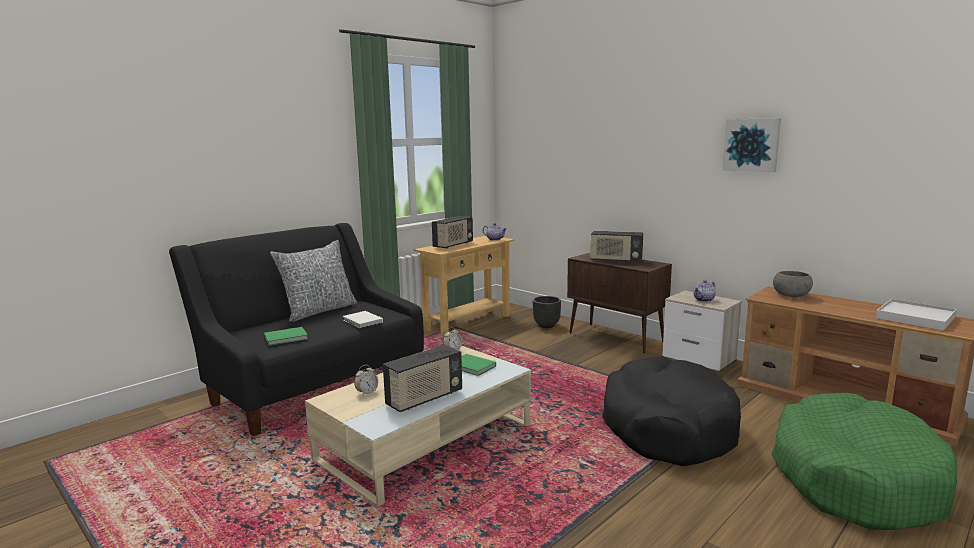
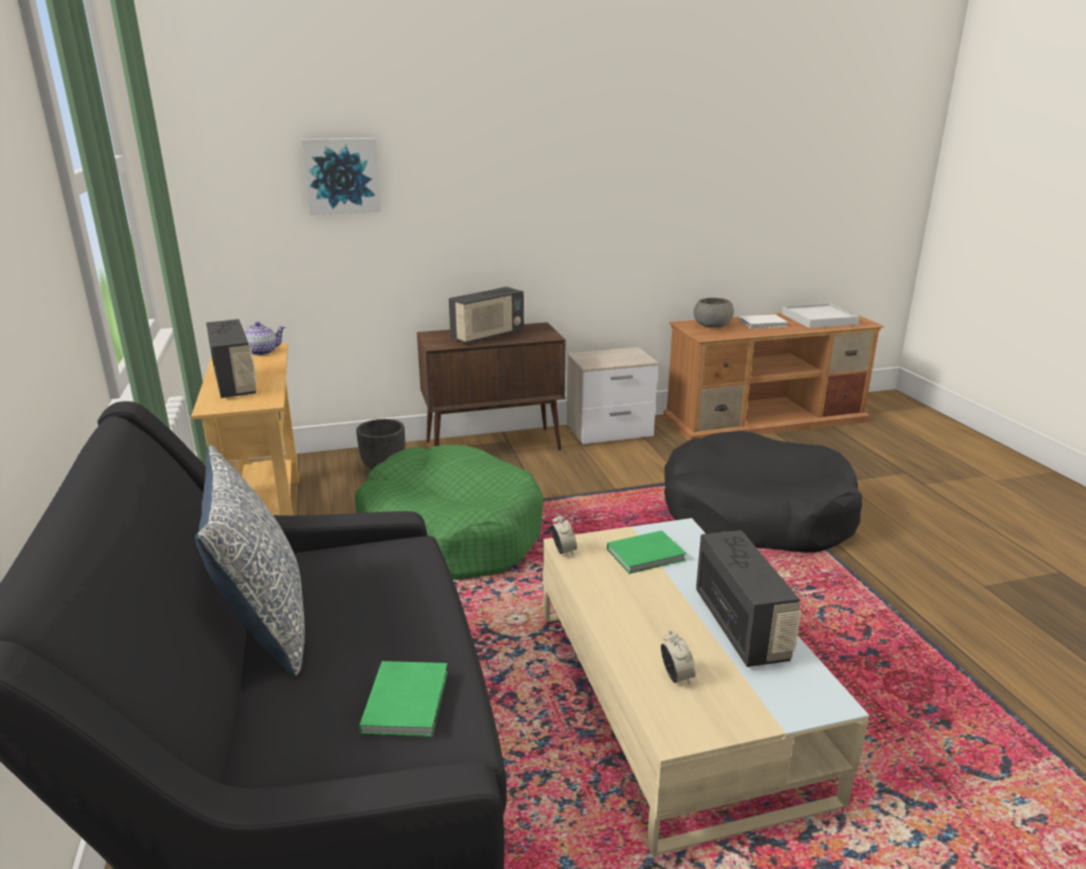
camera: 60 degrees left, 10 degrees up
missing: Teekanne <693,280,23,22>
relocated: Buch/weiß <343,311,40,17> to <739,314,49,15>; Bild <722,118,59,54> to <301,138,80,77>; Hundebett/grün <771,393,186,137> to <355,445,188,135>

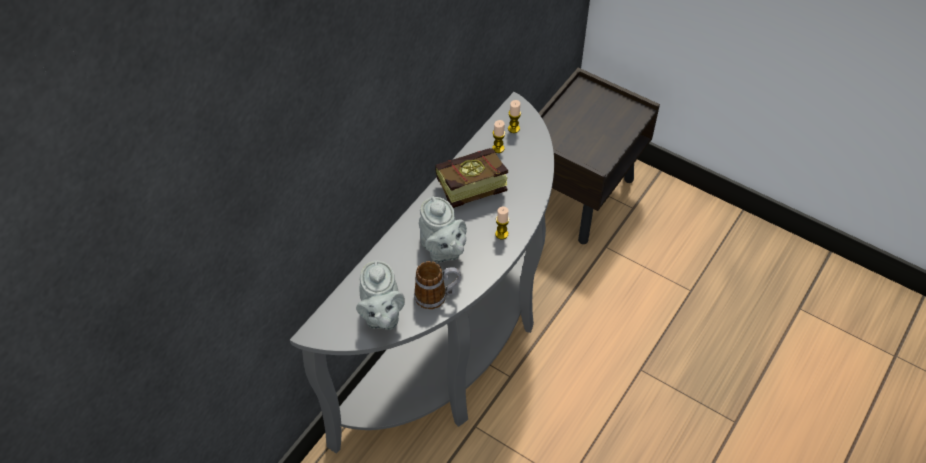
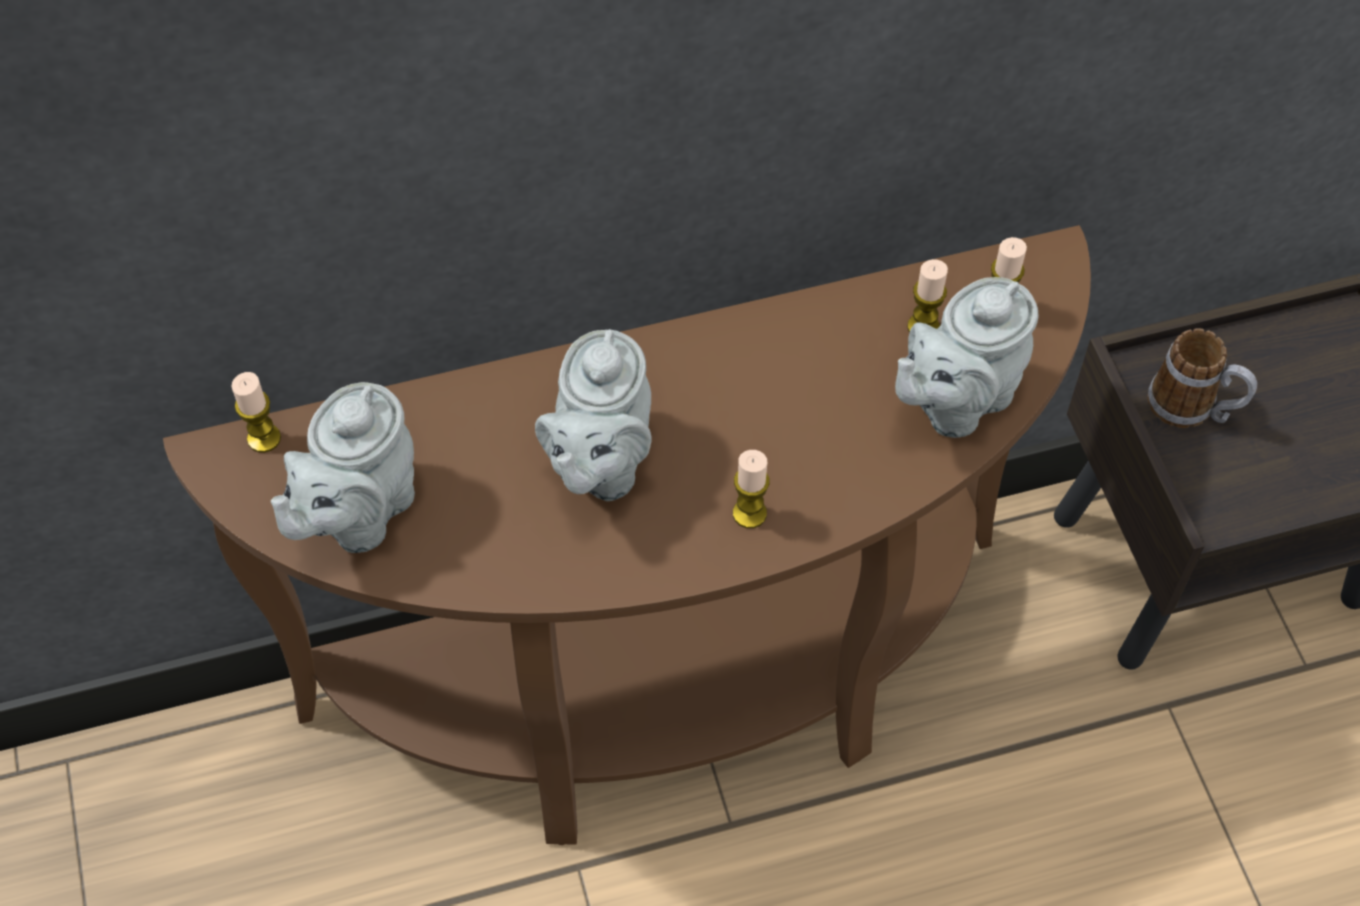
camera: 40 degrees right, 5 degrees up
missing: Buch <435,148,73,60>
appeared: Kerze <231,372,50,81>; Teekanne/grau <895,277,144,161>
relocated: Henkelbecher <414,261,47,48> to <1147,328,110,100>
colour: Konsolentisch/grau <290,92,264,362> to Konsolentisch/braun <163,225,928,620>

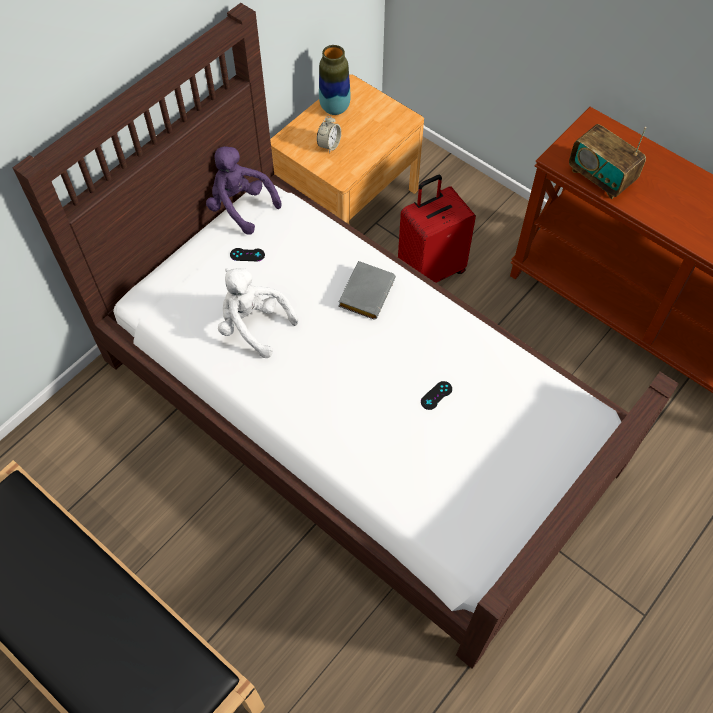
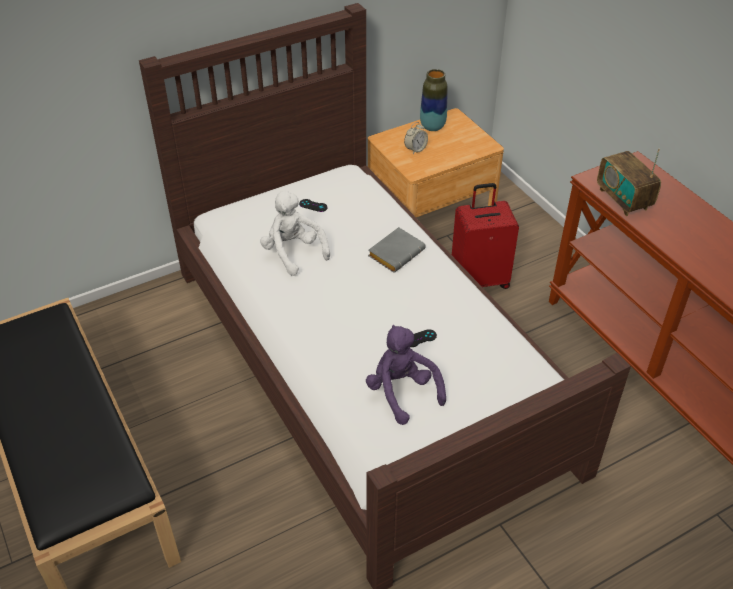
camera: 20 degrees right, 15 degrees down
relocated: Plüschtier/lila <206,146,76,89> to <366,325,80,100>

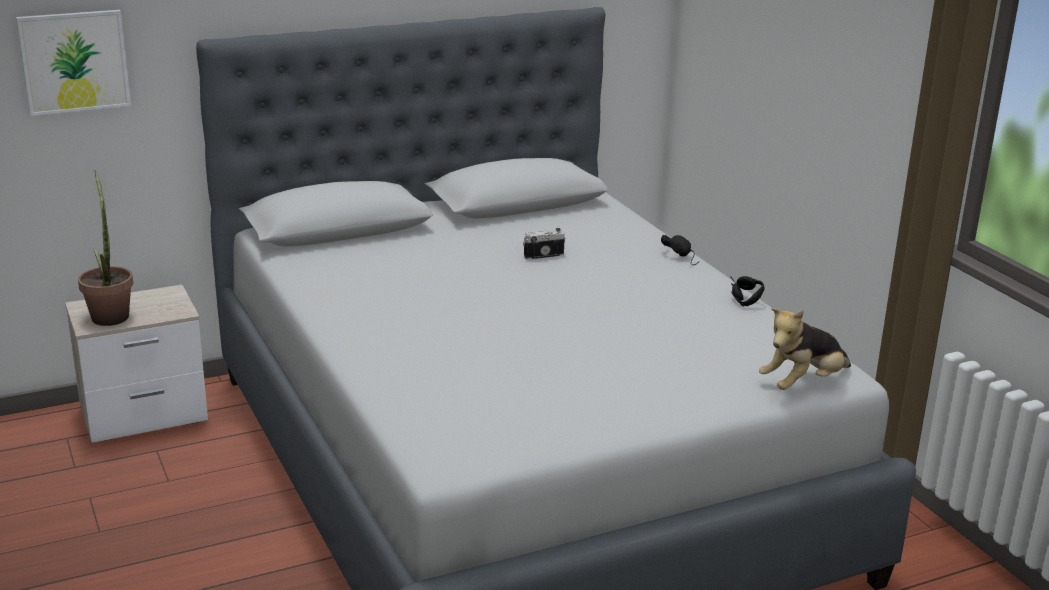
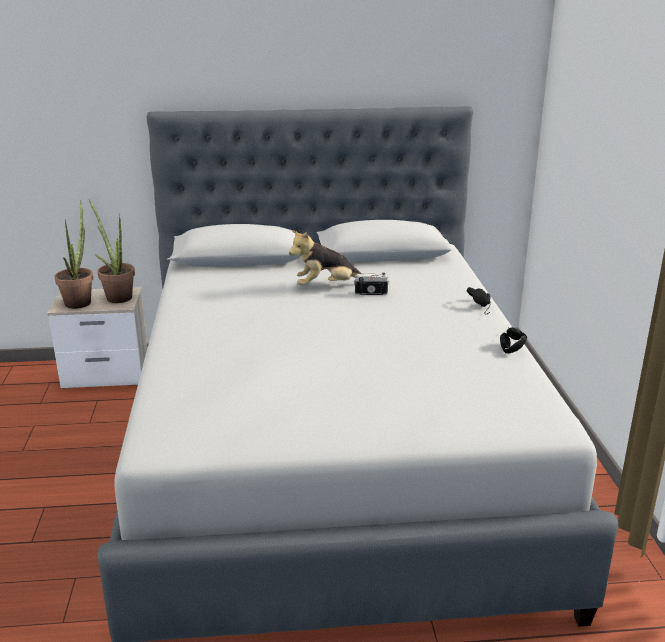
camera: 20 degrees right, 0 degrees up
missing: Bild <16,10,115,106>
appeared: Topfpflanze <89,199,46,104>
relocated: Plüschtier <759,308,92,82> to <289,230,72,55>

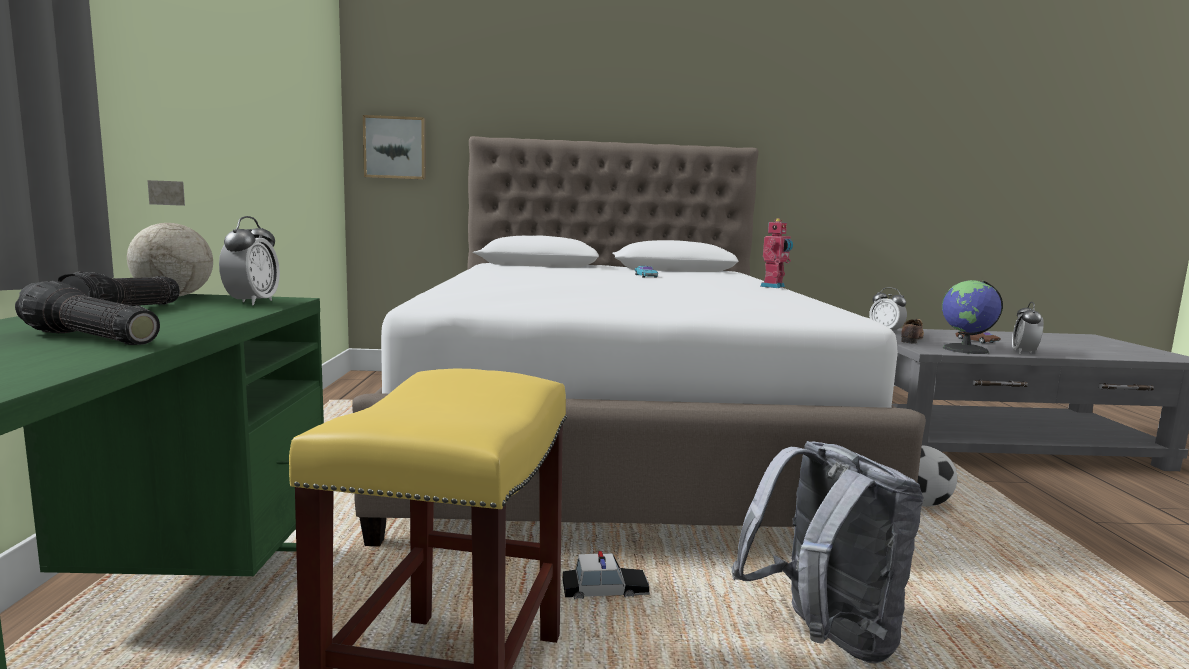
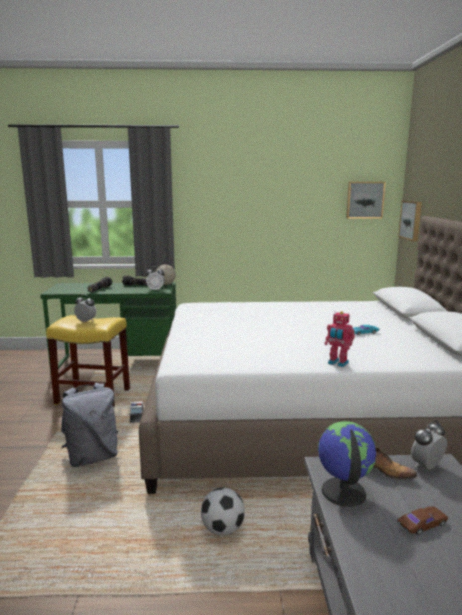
camera: 90 degrees right, 5 degrees up
appeared: Bild <346,182,40,37>
relocated: Wecker <1012,302,32,52> to <74,294,22,28>

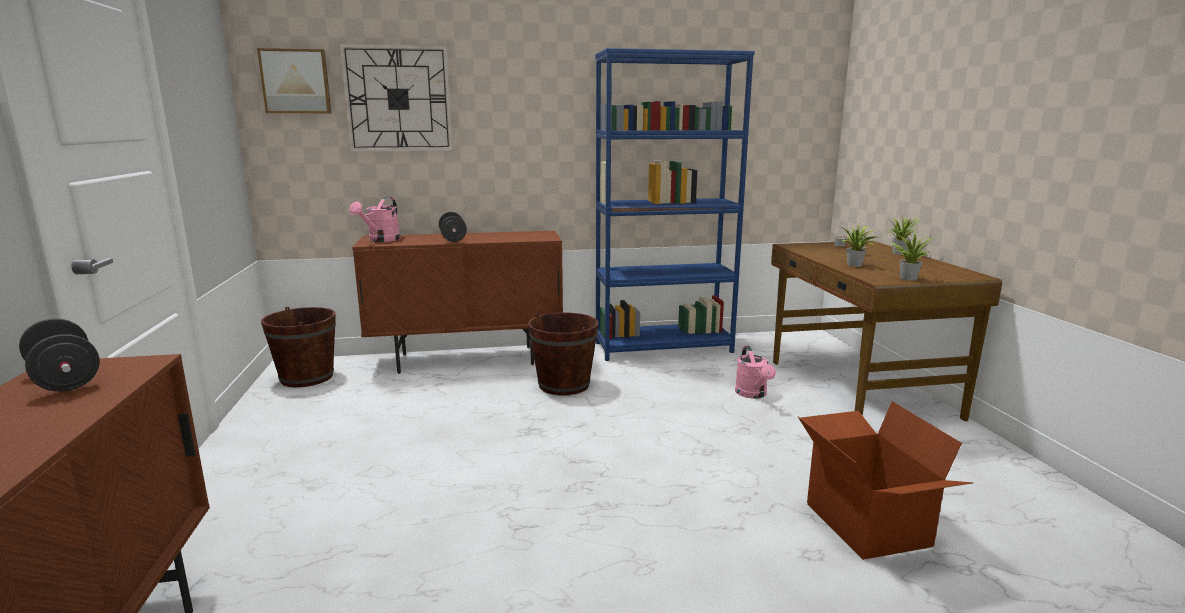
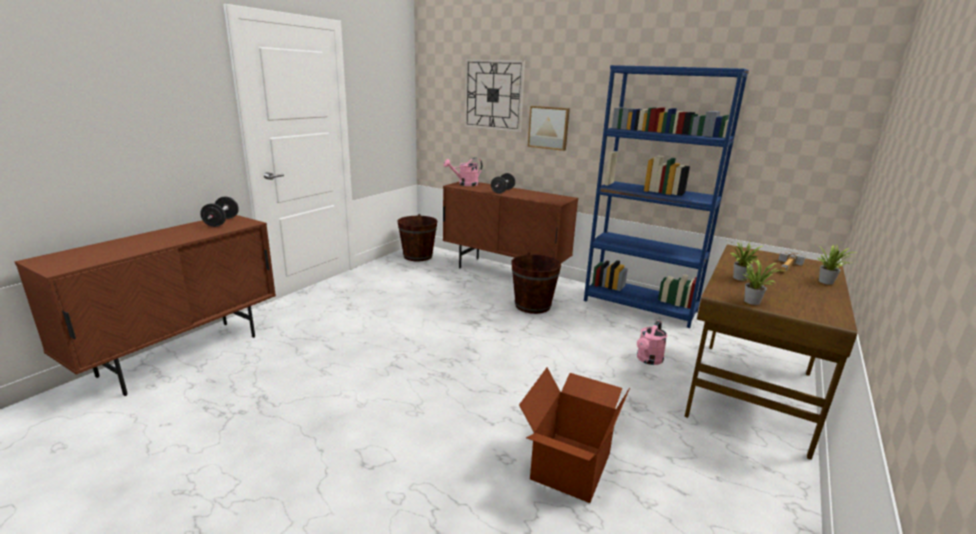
camera: 40 degrees right, 5 degrees up
relocated: Bild <257,48,74,65> to <528,106,42,45>

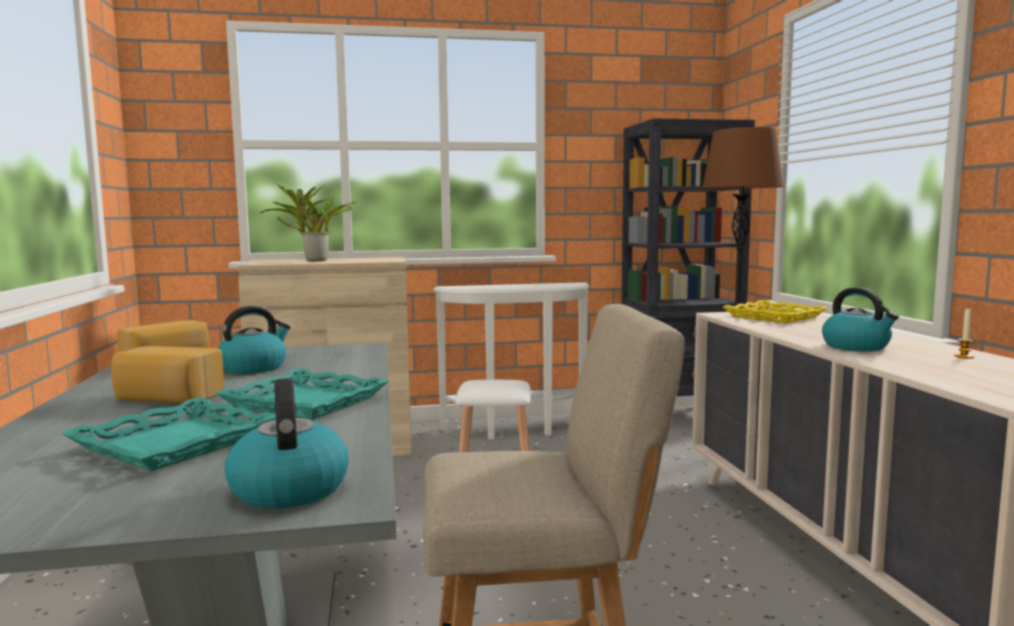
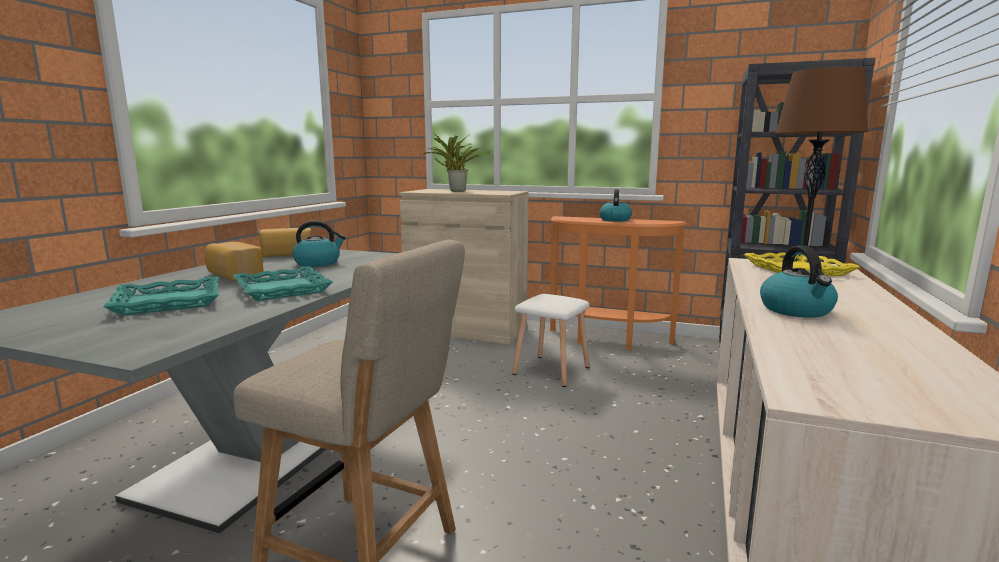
camera: 30 degrees right, 5 degrees up
missing: Kerze <954,309,20,50>
relocated: Wasserkessel <224,378,125,131> to <599,189,33,33>
colour: Konsolentisch/weiß <433,282,156,157> to Konsolentisch/orange <550,216,137,134>

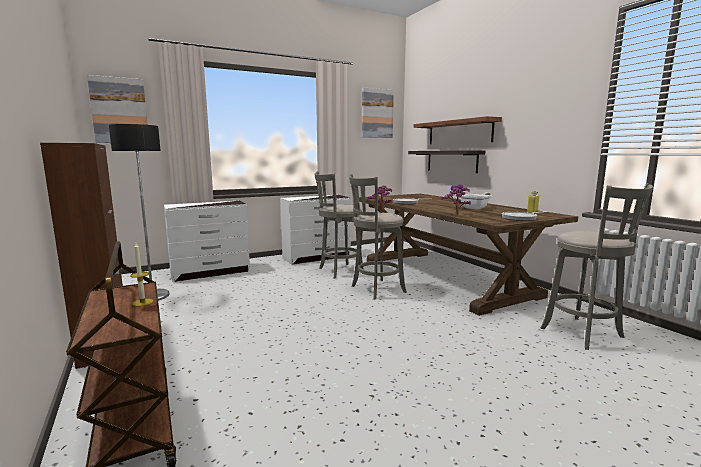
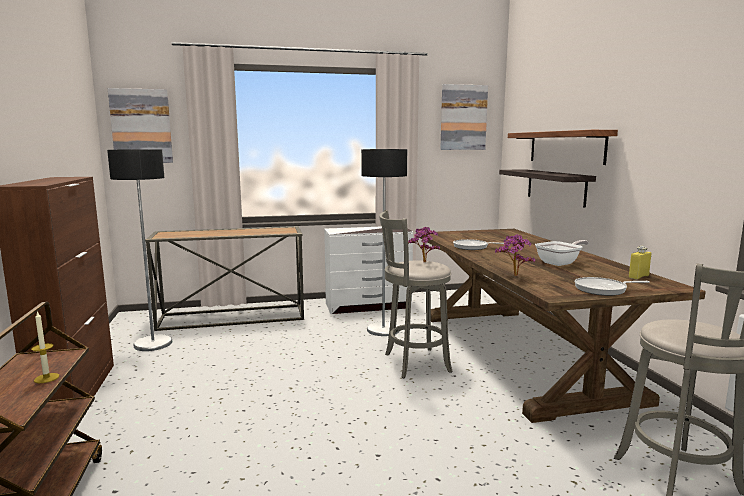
camera: 15 degrees right, 0 degrees up
exchanged: Kommode/weiß <164,201,86,81> to Konsolentisch <145,226,159,105>; Hocker/grau <314,171,50,108> to Stehlampe <361,149,46,187>

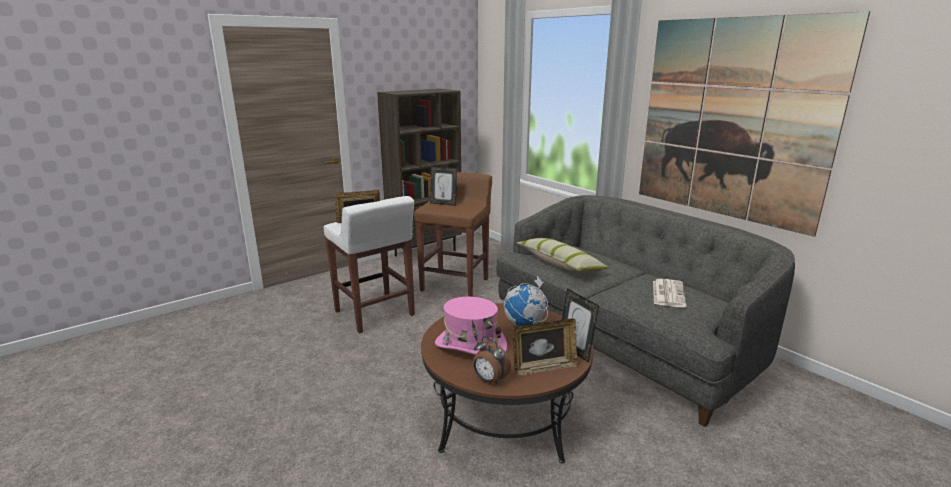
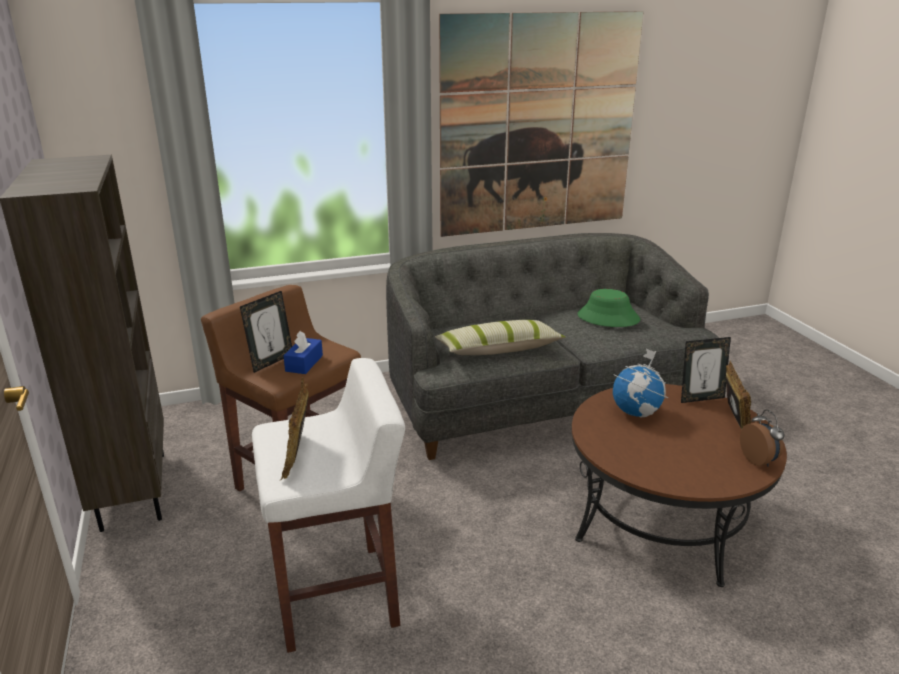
camera: 70 degrees left, 5 degrees up
missing: Hut/rosa <435,297,72,58>
appeared: Taschentuchbox/blau <283,331,40,43>
exchanged: Zeitung <653,279,34,28> to Hut/grün <577,289,63,38>
spun: Wecker <473,336,38,49> = <740,410,45,57> 75 degrees counterclockwise

